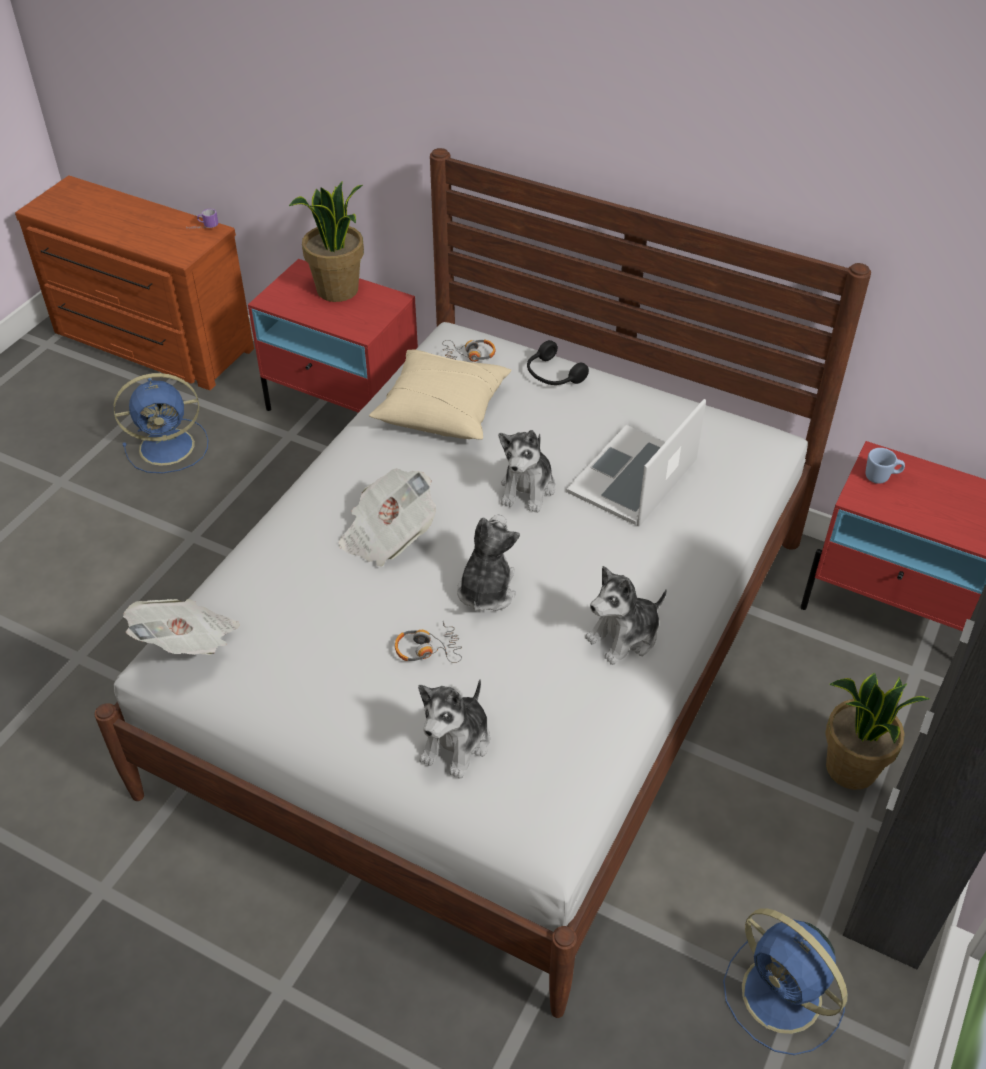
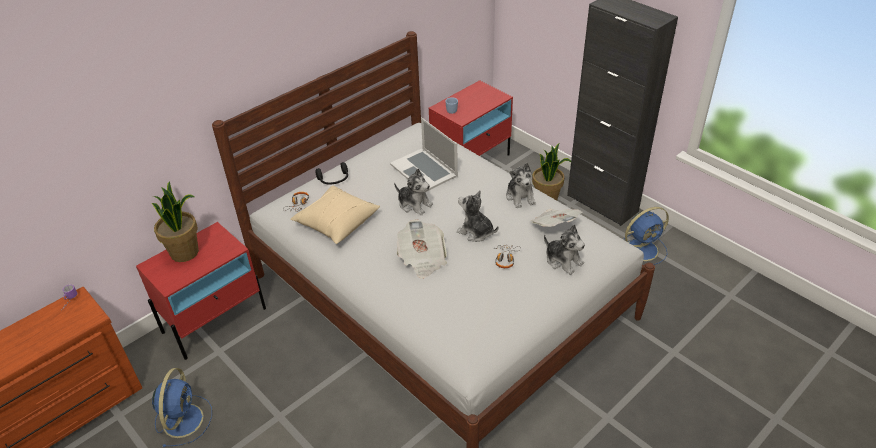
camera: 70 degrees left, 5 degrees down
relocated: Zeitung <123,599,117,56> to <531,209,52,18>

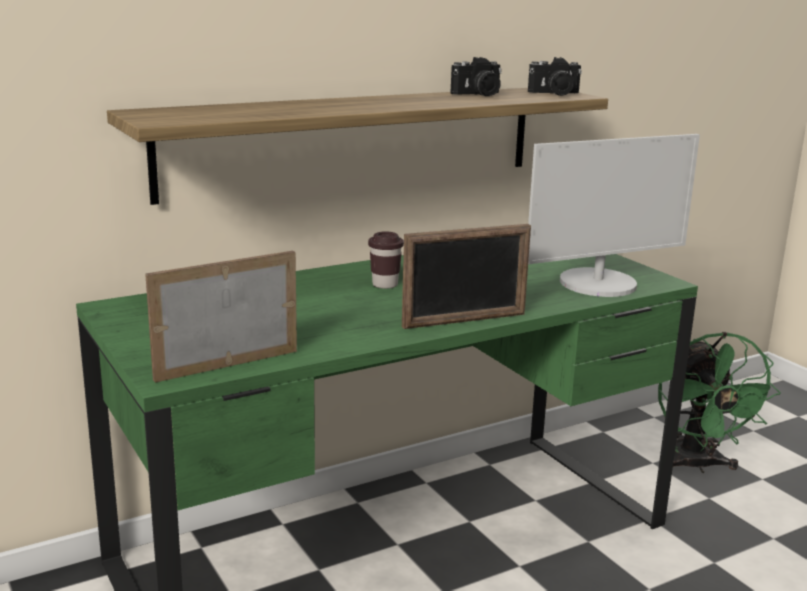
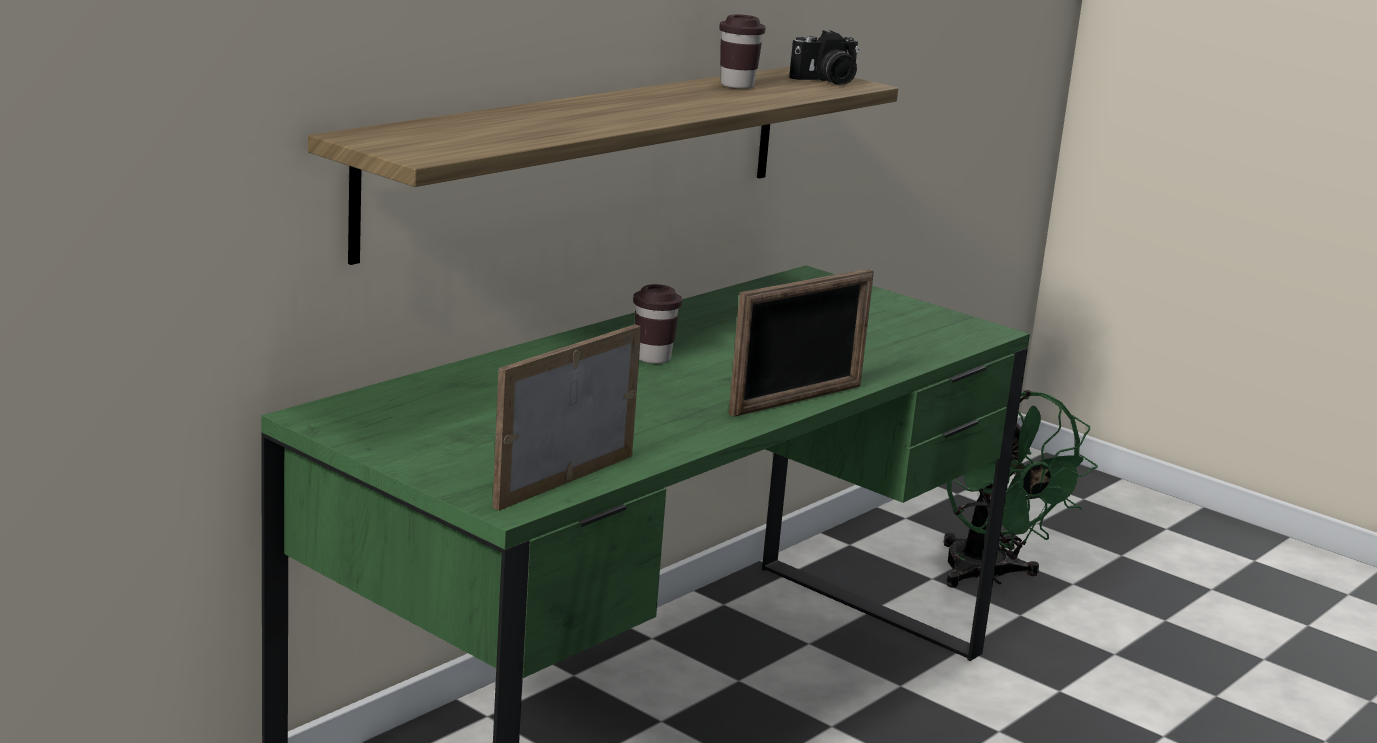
camera: 20 degrees left, 0 degrees up
missing: Monitor <528,134,172,163>
exchanged: Kamera <451,57,51,39> to Tasse/braun <719,14,47,75>

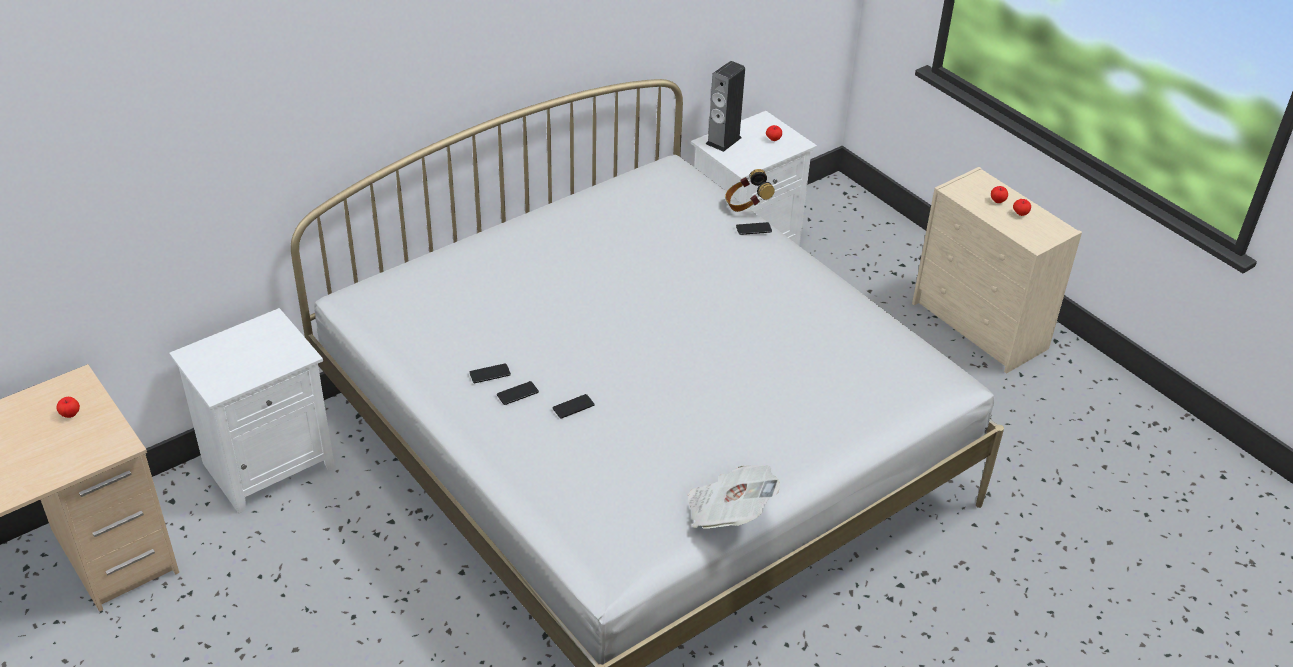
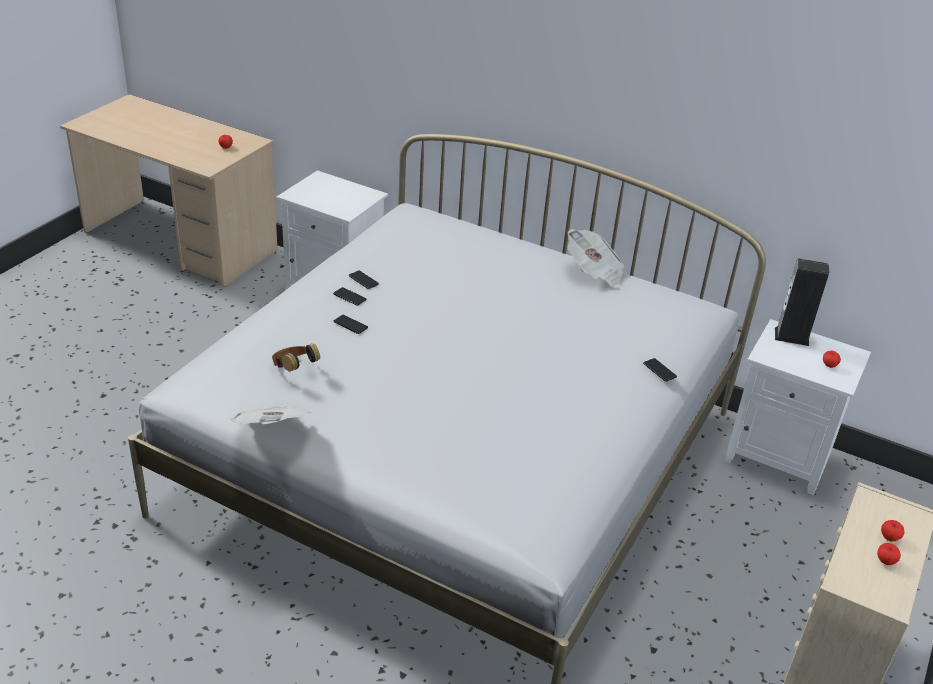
camera: 65 degrees right, 5 degrees down
appeared: Zeitung <567,229,58,58>
relocated: Kopfhörer <725,169,50,43> to <272,343,48,29>

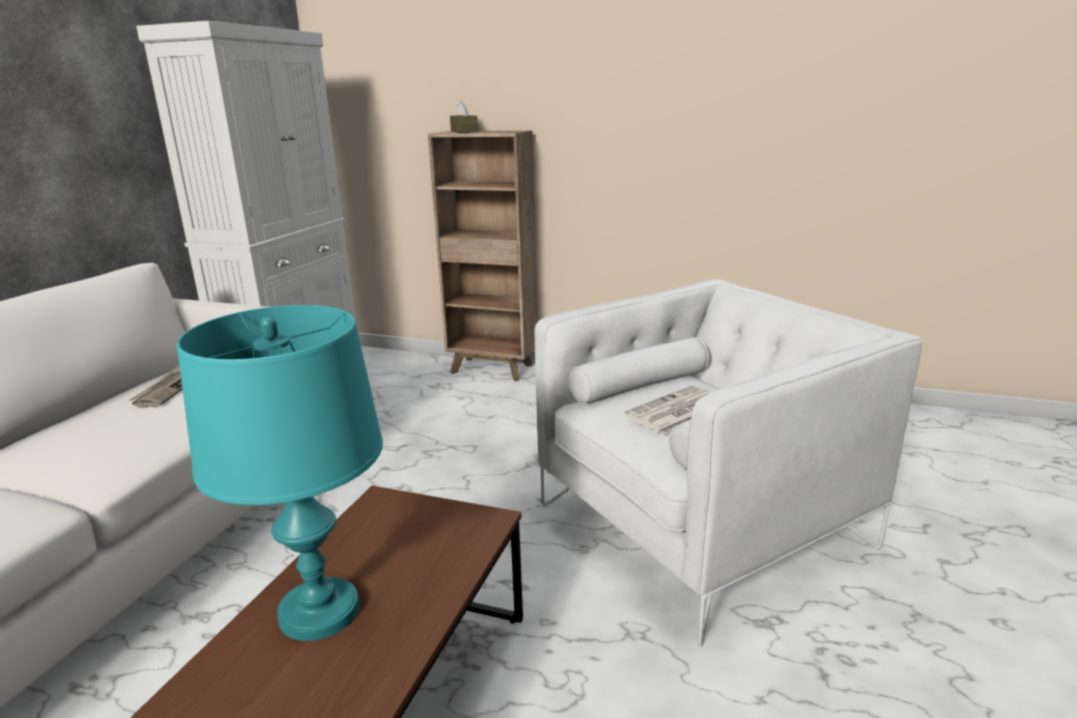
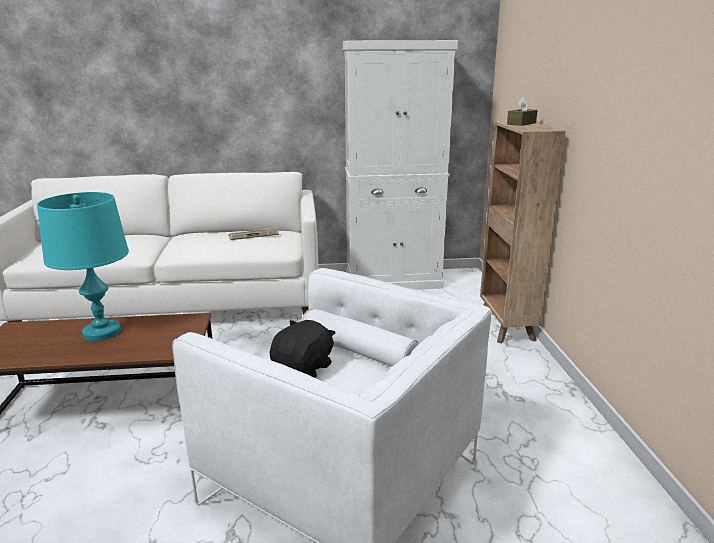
camera: 65 degrees right, 0 degrees up
exchanged: Zeitung <625,385,88,50> to Plüschtier/schwarz <269,320,66,58>

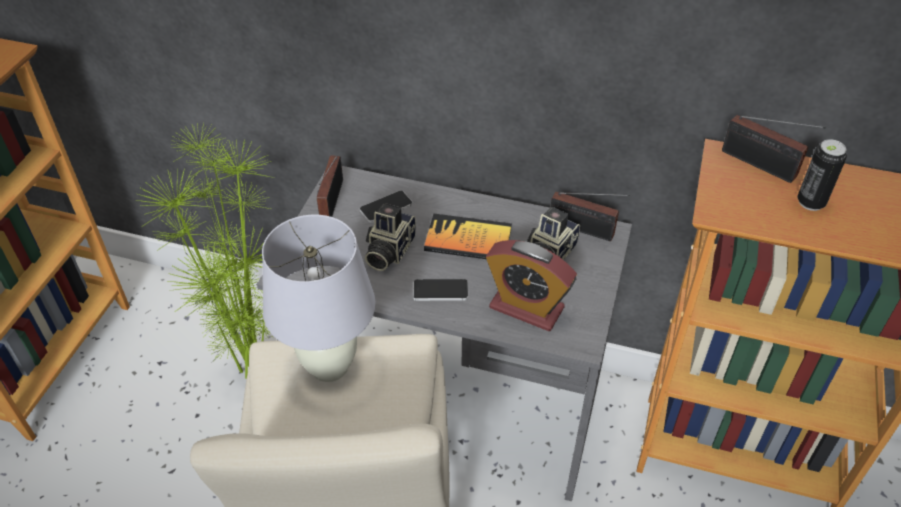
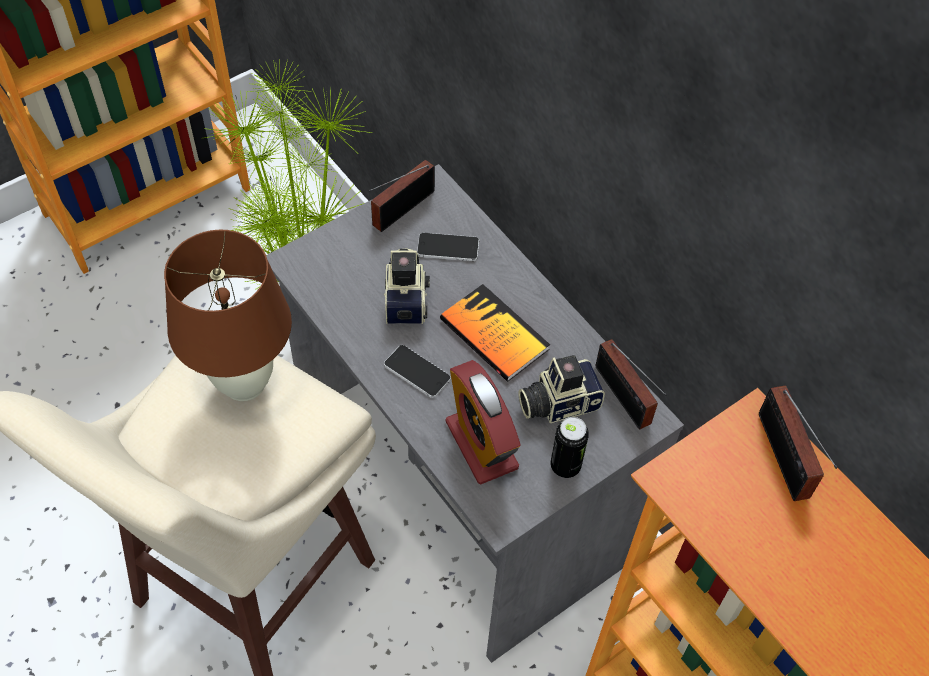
camera: 35 degrees right, 10 degrees up
relocated: Dose <797,139,50,72> to <550,417,39,61>
colour: Tischlampe/weiß <262,215,114,167> to Tischlampe/braun <164,230,128,171>
spun: Kamera <365,203,51,68> = <384,248,46,76> 120 degrees clockwise

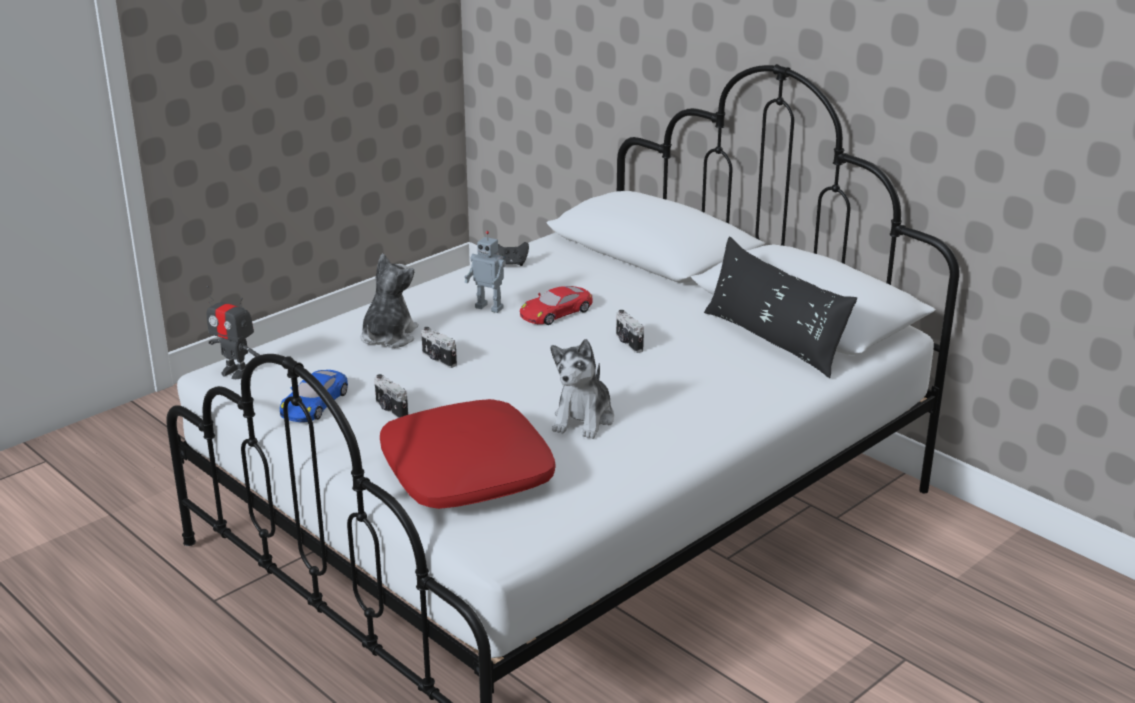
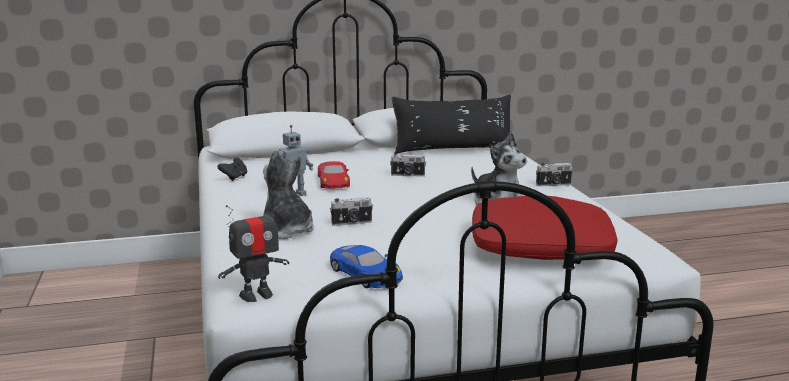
camera: 60 degrees left, 10 degrees down
relocated: Kamera <374,374,34,44> to <536,163,37,24>

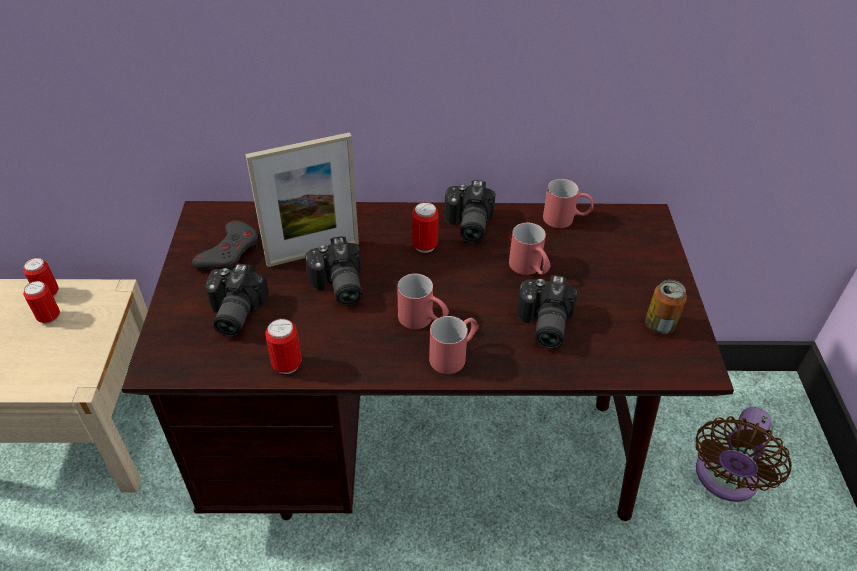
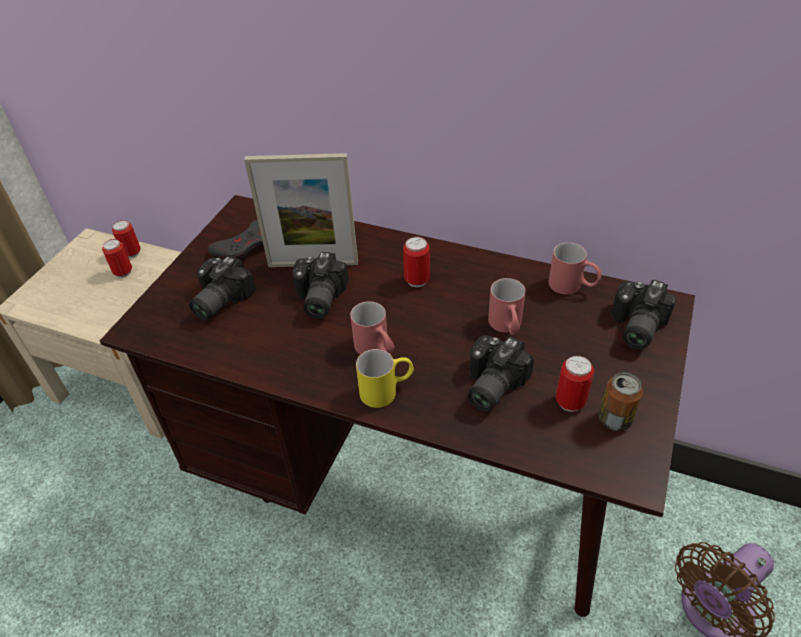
camera: 25 degrees right, 0 degrees up
relocated: Dose <265,318,36,56> to <556,355,38,57>; Kamera <444,180,52,63> to <612,280,65,70>
colour: Henkelbecher/rot <429,316,50,58> to Henkelbecher/gelb <356,349,58,59>

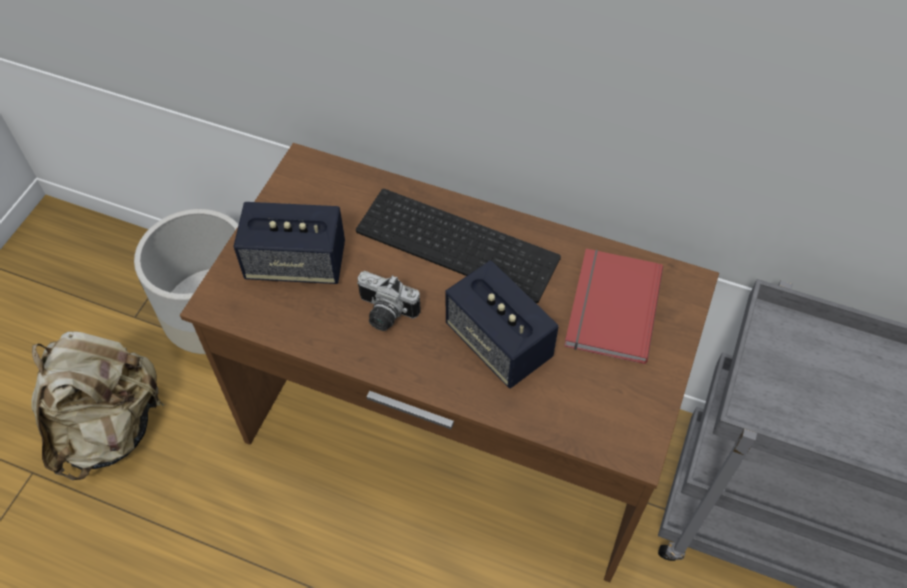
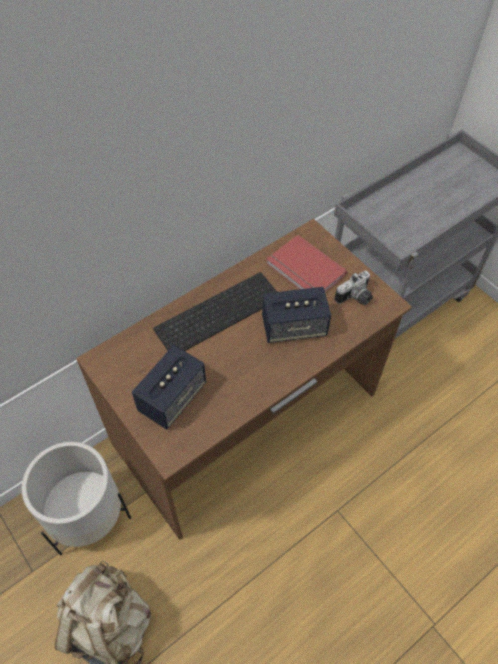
camera: 60 degrees left, 0 degrees up
relocated: Kamera <357,271,64,60> to <335,271,38,34>

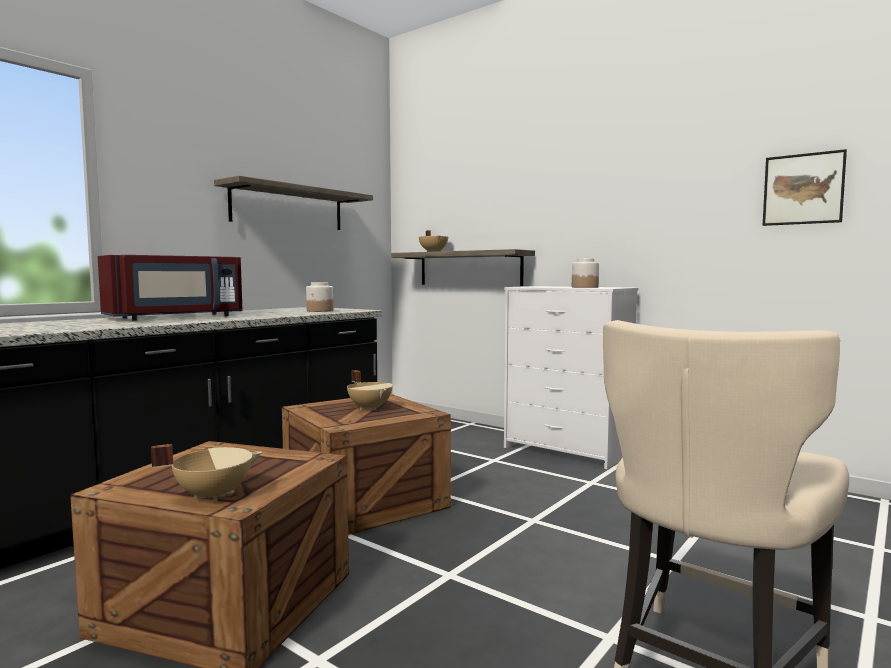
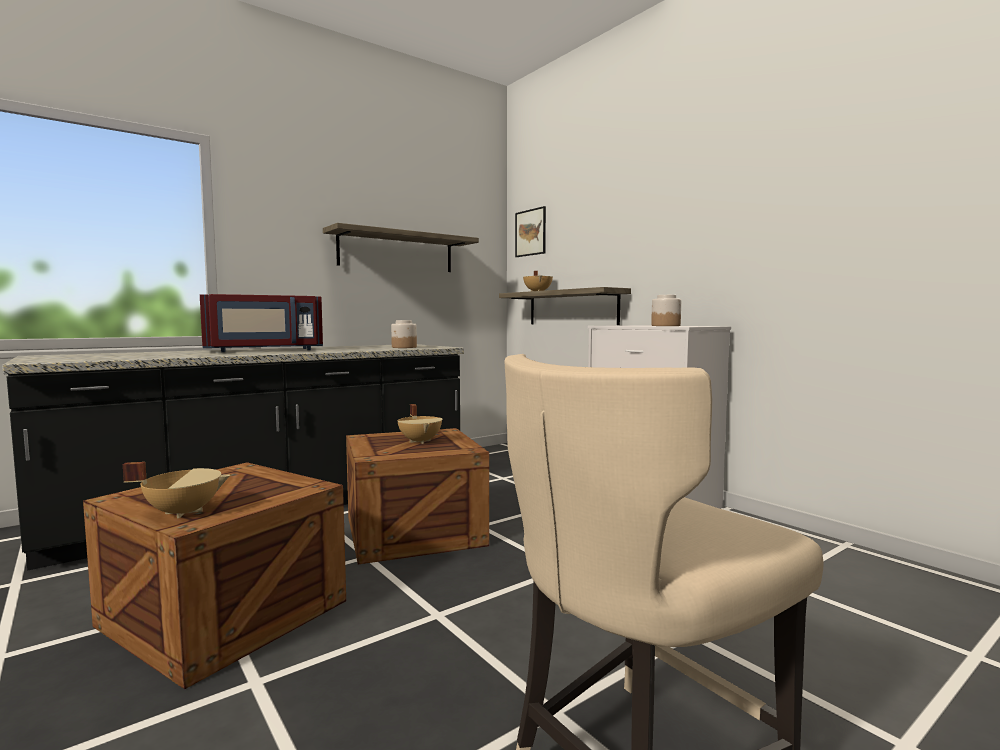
camera: 15 degrees right, 0 degrees up
relocated: Bild <763,149,84,77> to <515,206,31,51>

